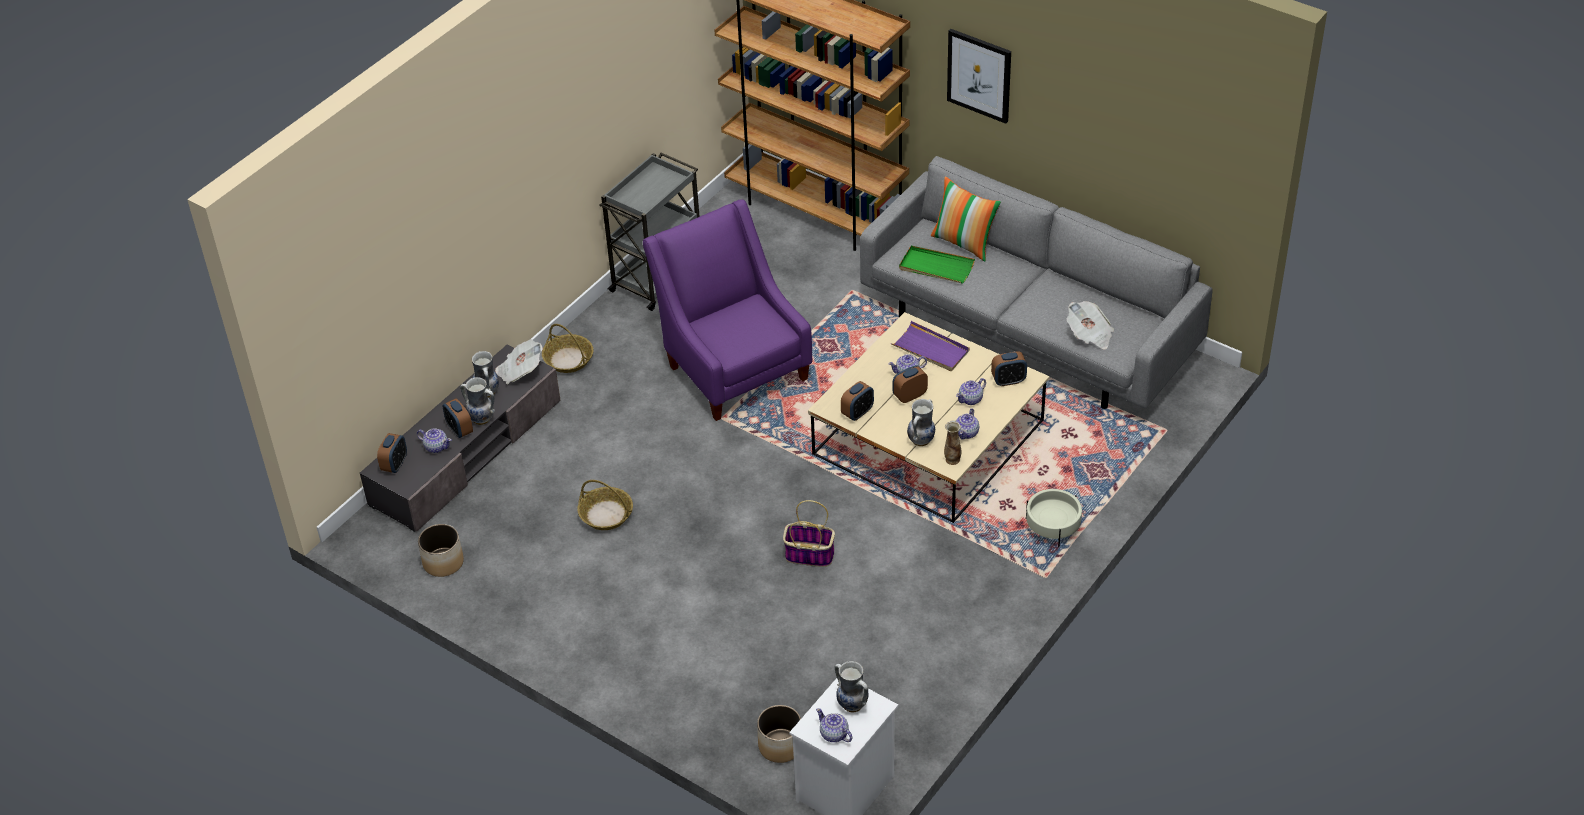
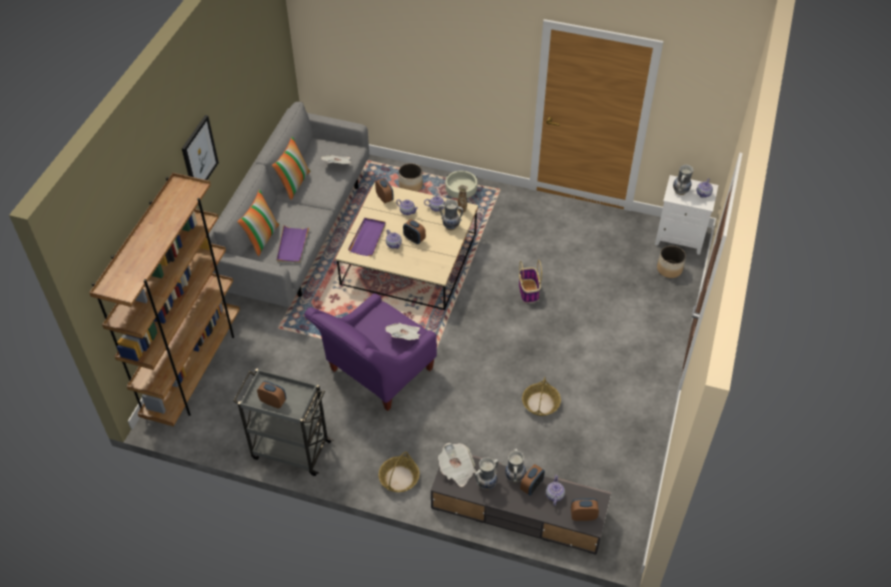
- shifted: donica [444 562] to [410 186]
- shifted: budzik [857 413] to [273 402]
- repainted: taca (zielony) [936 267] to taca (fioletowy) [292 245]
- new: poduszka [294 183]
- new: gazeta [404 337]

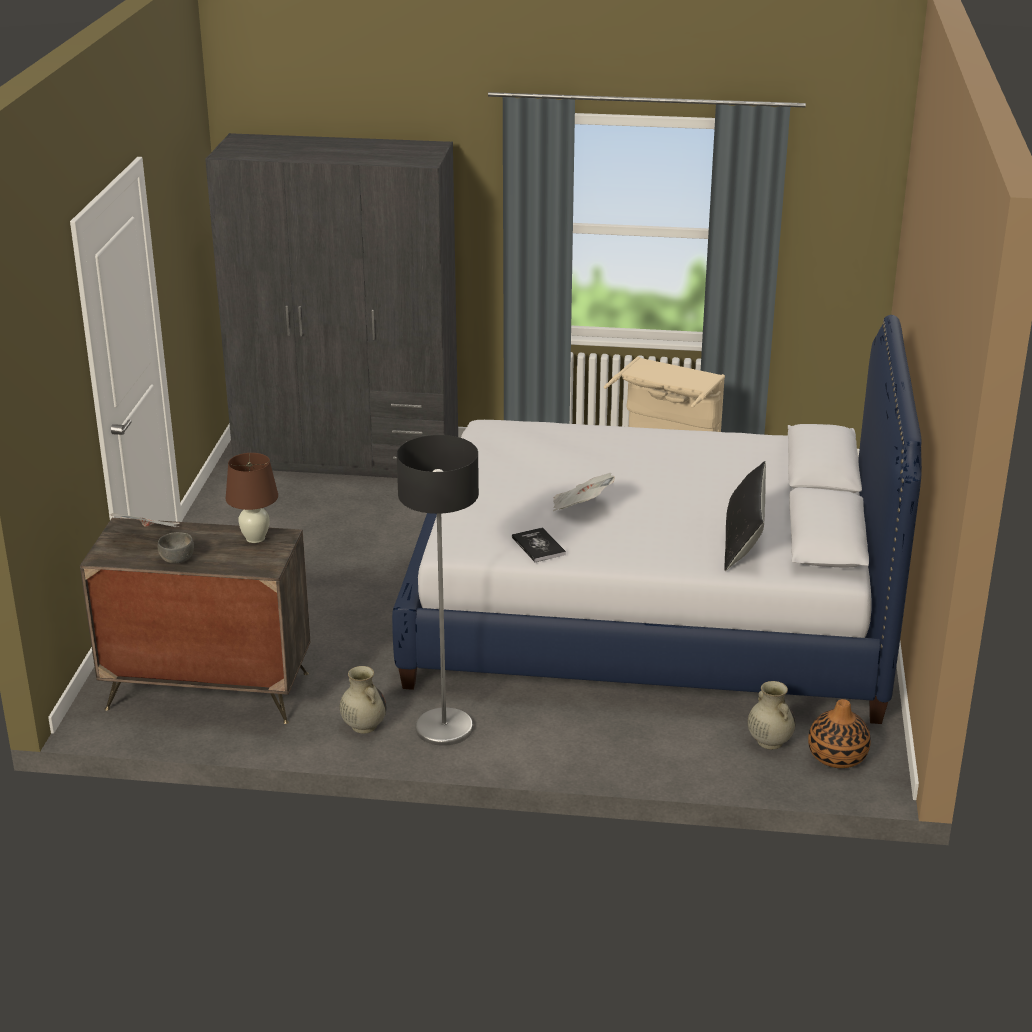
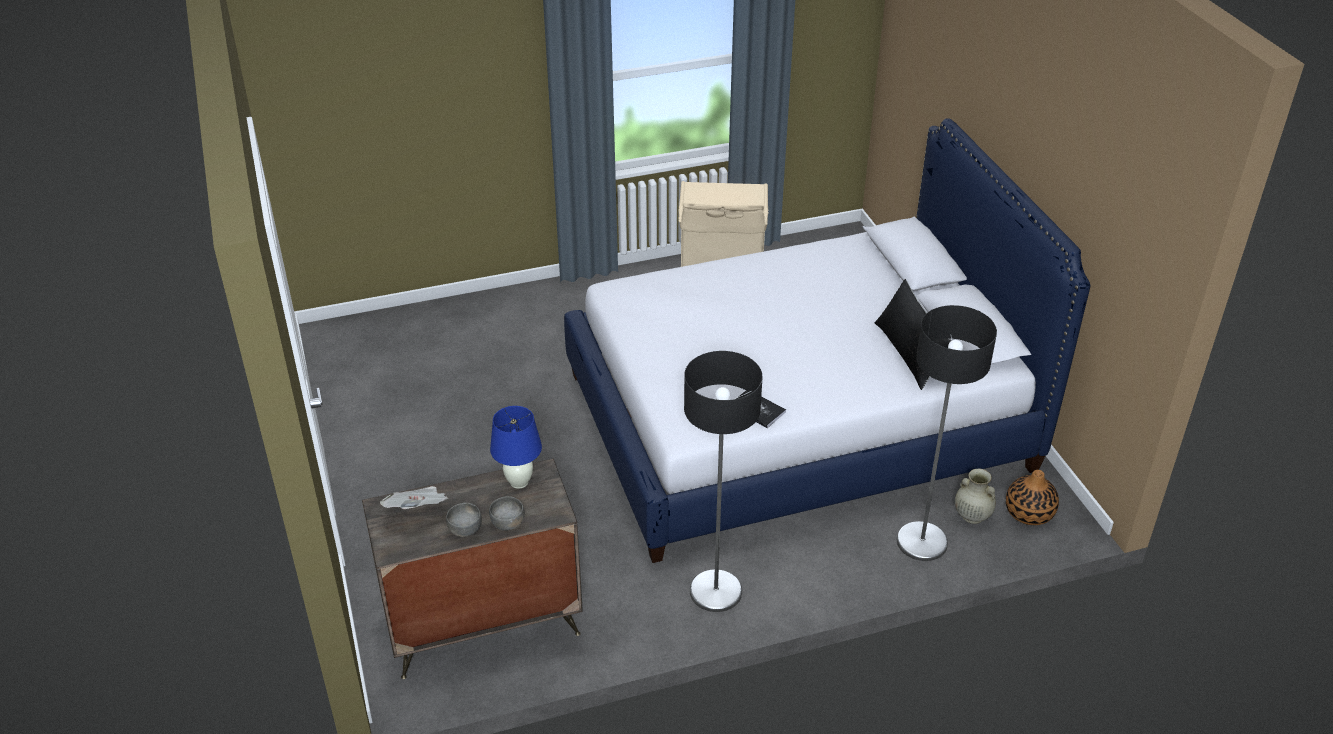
- gone: szafa (szary) [348 457]
- repainted: lampa stołowa (brązowy) [255 538] to lampa stołowa (niebieski) [519 482]
- gone: wazon (beżowy) [363 725]
- gone: gazeta [581 507]
- new: miska (szary) [508 523]
- new: lampa stojąca [922 542]

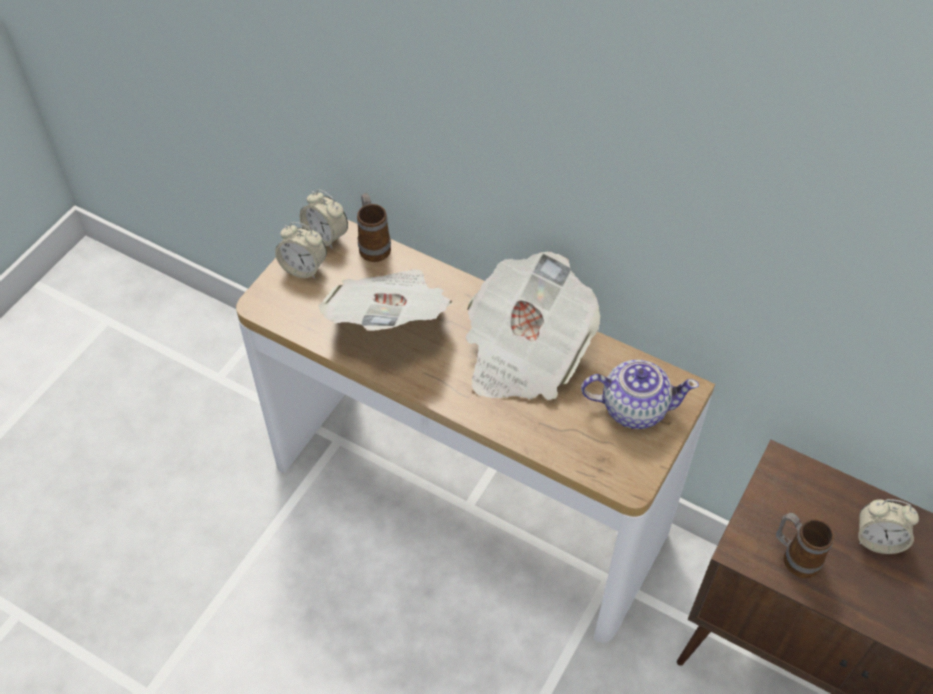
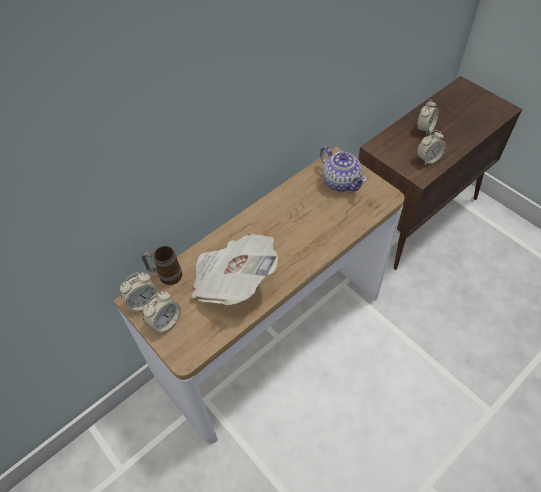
- gone: gazeta [524 352]
- rotated: imbryk [633 407] = [341 181] 120 degrees clockwise
- swapped: kubek [794 556] to budzik [428 159]

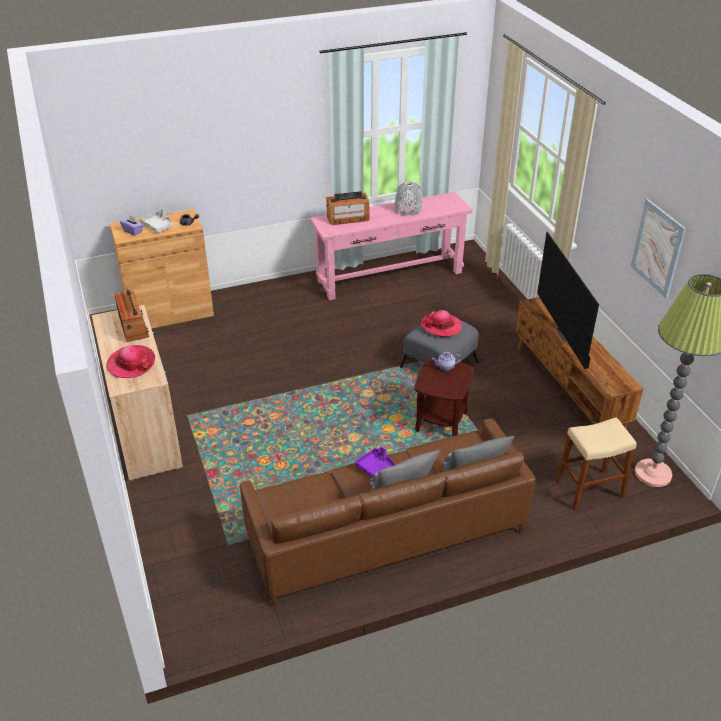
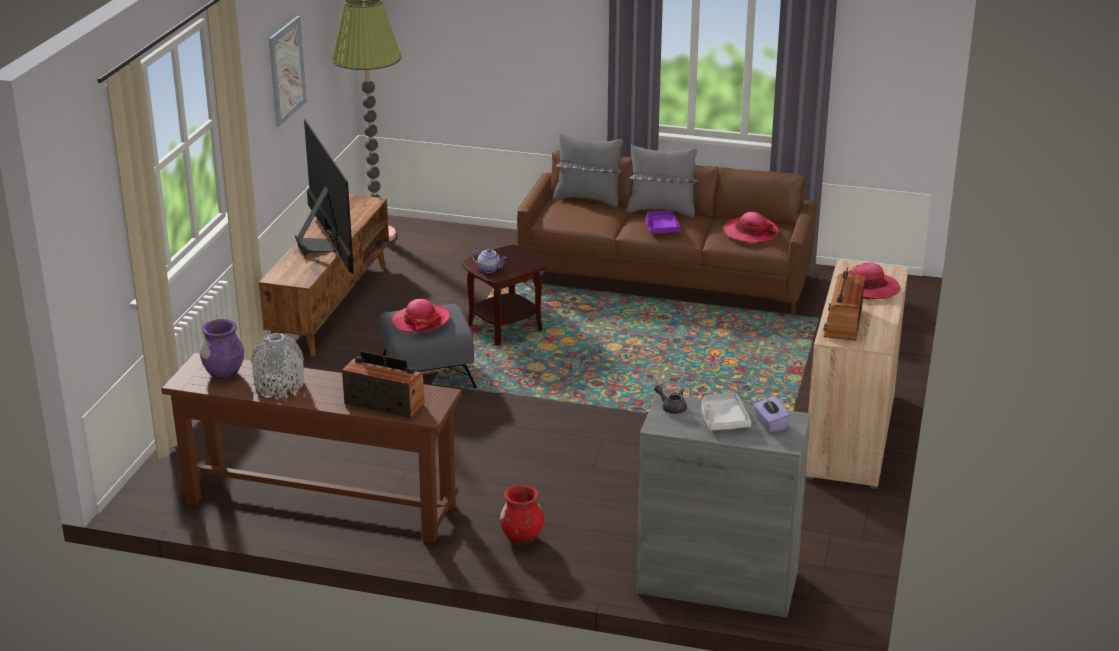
- repainted: szafka (brązowy) [170 313] to szafka (szary) [717 582]
- repainted: stolik konsolowy (różowy) [390 277] to stolik konsolowy (brązowy) [320 503]
- rotated: telewizor [566 333] = [321 246] 45 degrees counterclockwise
- gone: stołek (beżowy) [589 489]
- new: wazon (fioletowy) [224 373]
- new: wazon (czerwony) [522 538]
- new: kapelusz [750 232]

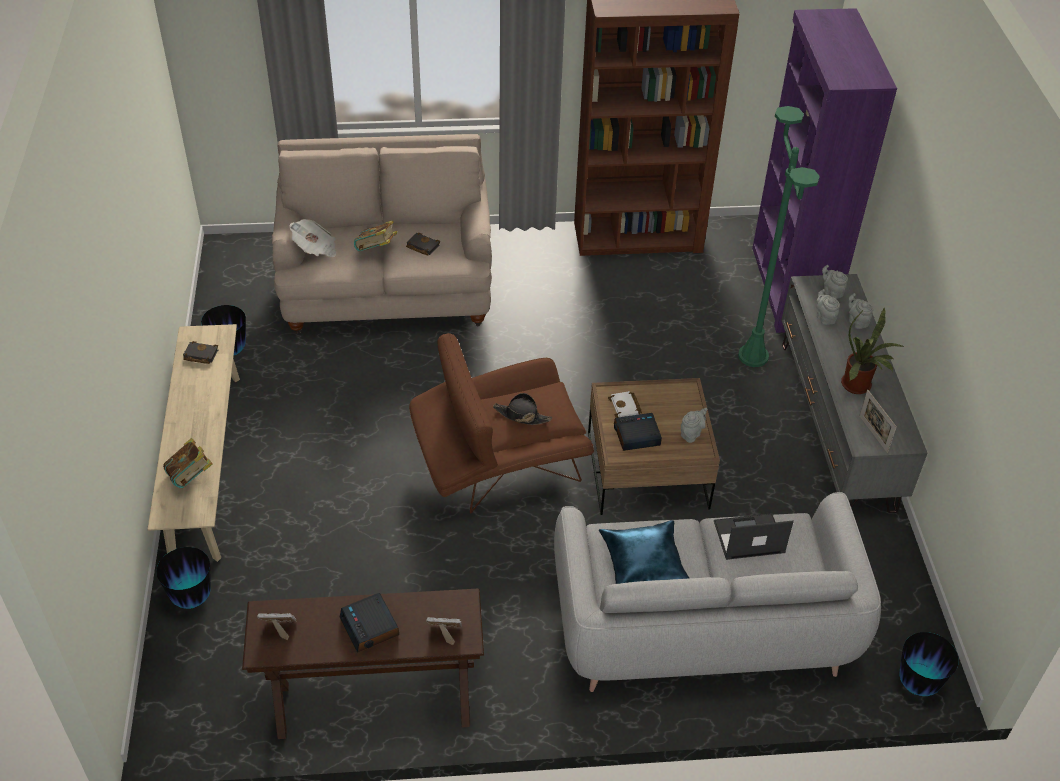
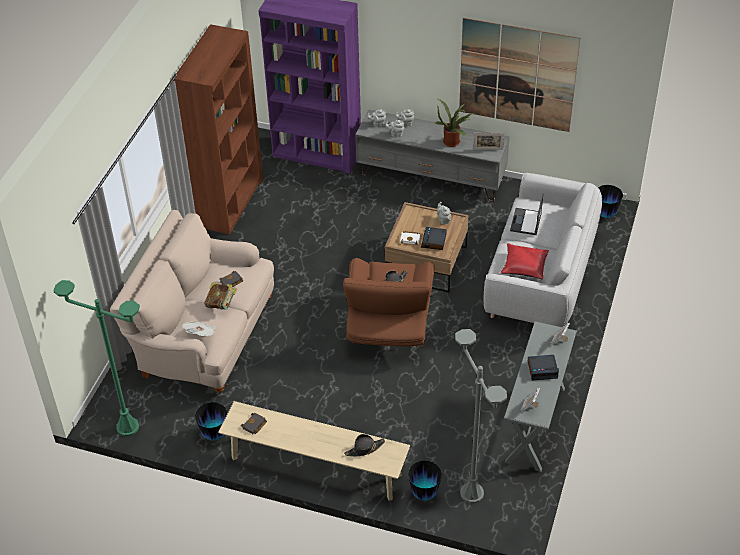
- swapped: książka [191 477] to kapelusz (czarny) [364 449]
- repainted: stolik konsolowy (brązowy) [373 704] to stolik konsolowy (szary) [535 424]
- repainted: poduszka (niebieski) [643 562] to poduszka (czerwony) [524 266]
- shifted: lampa stojąca (zielony) [753 356] to [128 427]
- new: lampa stojąca (szary) [471 493]
- new: obraz [517 75]

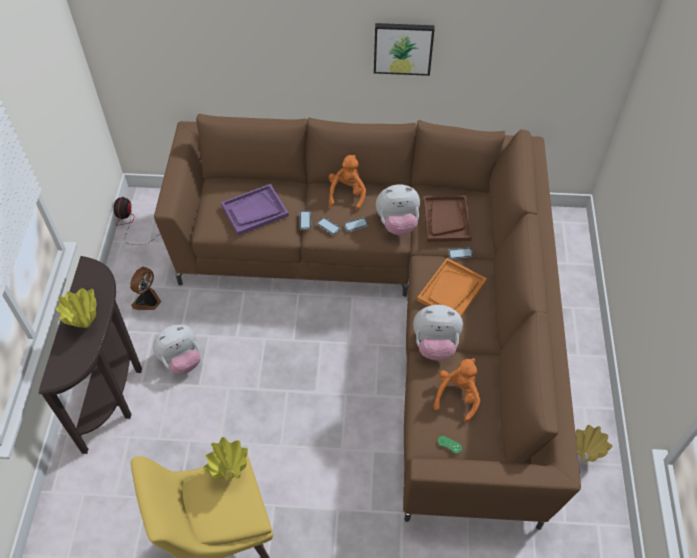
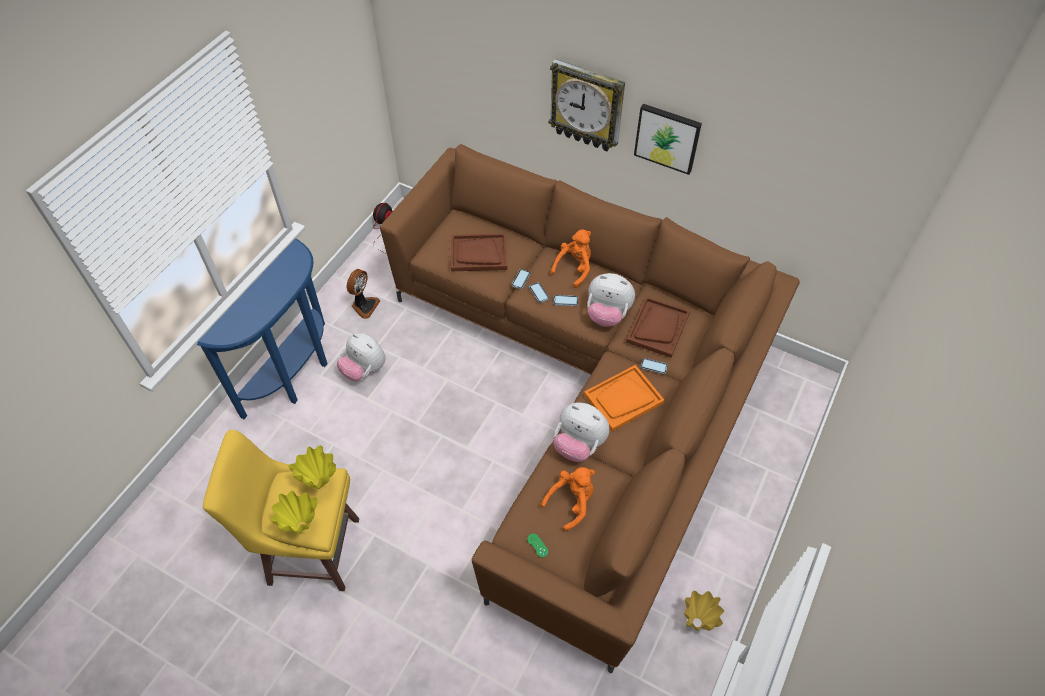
- repainted: stolik konsolowy (brązowy) [116 390] to stolik konsolowy (niebieski) [296 374]
- shifted: wazon (żółty) [85 324] to [301 526]
- rotated: wentylator [148 301] = [364 306] 150 degrees clockwise
- rotated: pluszak [181 360] = [364 370] 45 degrees clockwise
- repainted: taca (fioletowy) [254 211] to taca (brązowy) [478 254]
- new: zegar ścienny [587 106]

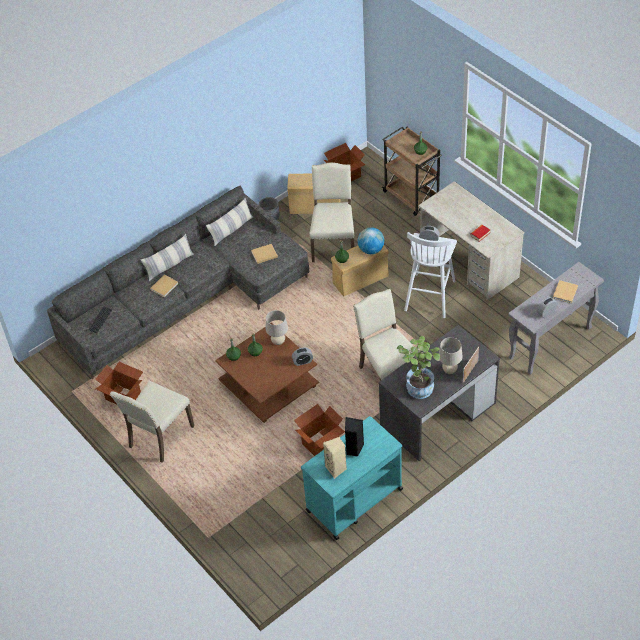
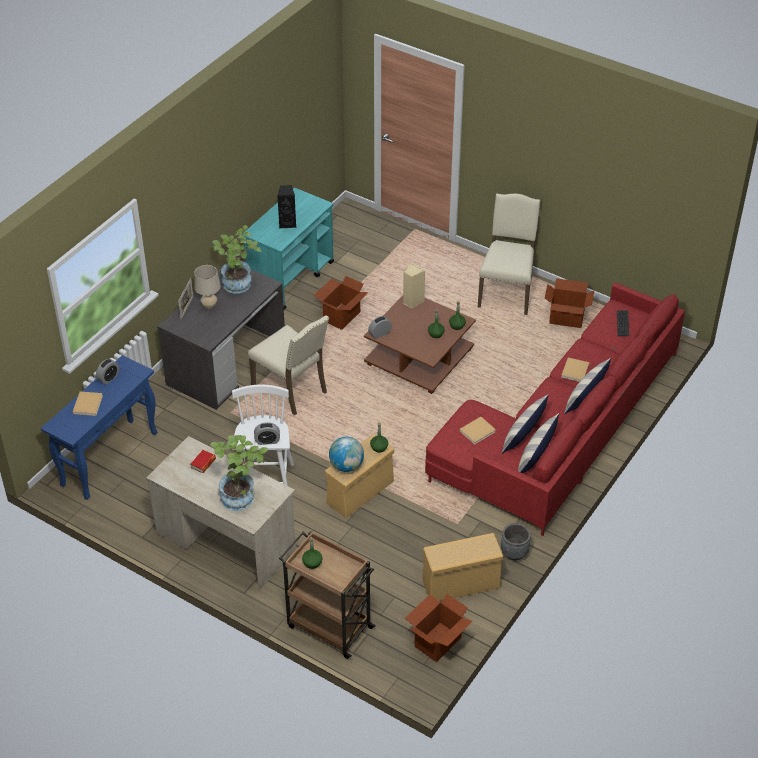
- repainted: kanapa (szary) [188 297] to kanapa (czerwony) [562 430]
- gone: lampa stołowa (beżowy) [278 342]
- gone: krzesło (beżowy) [334 244]
- shifted: głośnik (beżowy) [336 469] to [412 301]
- repainted: stolik konsolowy (szary) [550 343] to stolik konsolowy (niebieski) [110 458]
- new: roślina doniczkowa [242 496]
- new: poduszka [523 434]

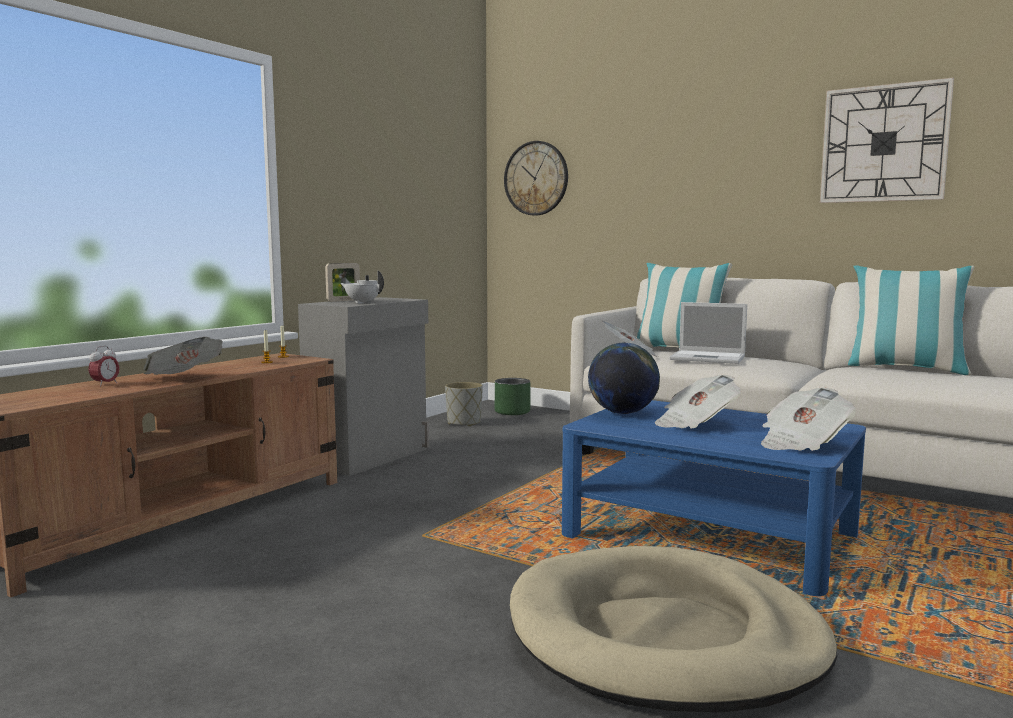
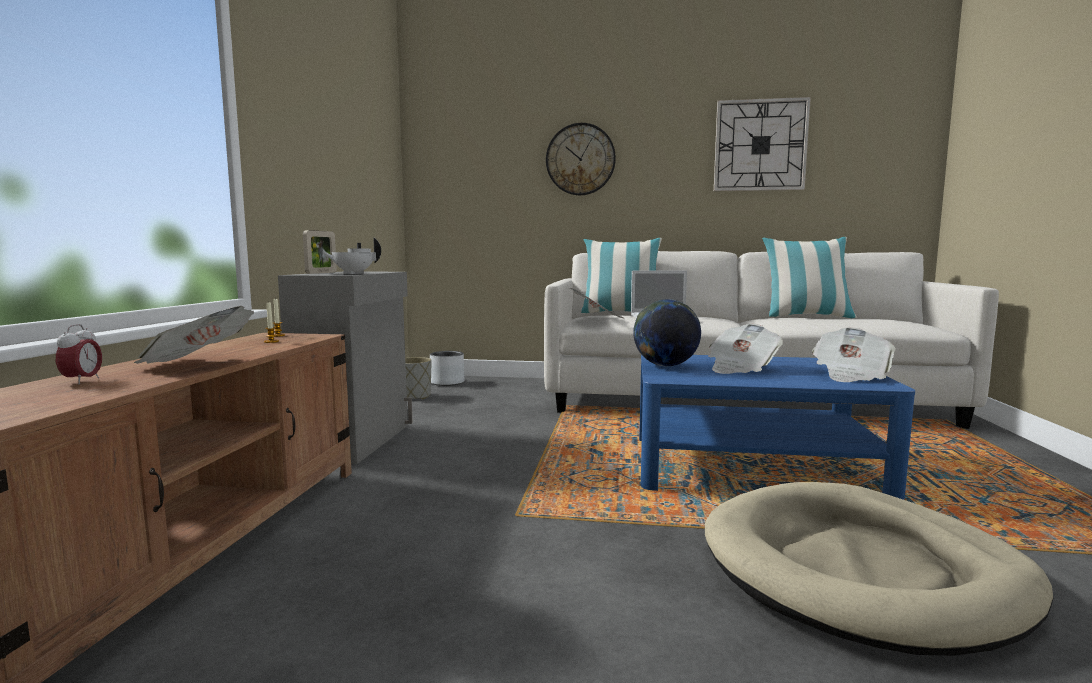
- repainted: donica (zielony) [512 412] to donica (szary) [447 382]
- shifted: zegar ścienny [536 178] to [580 159]

